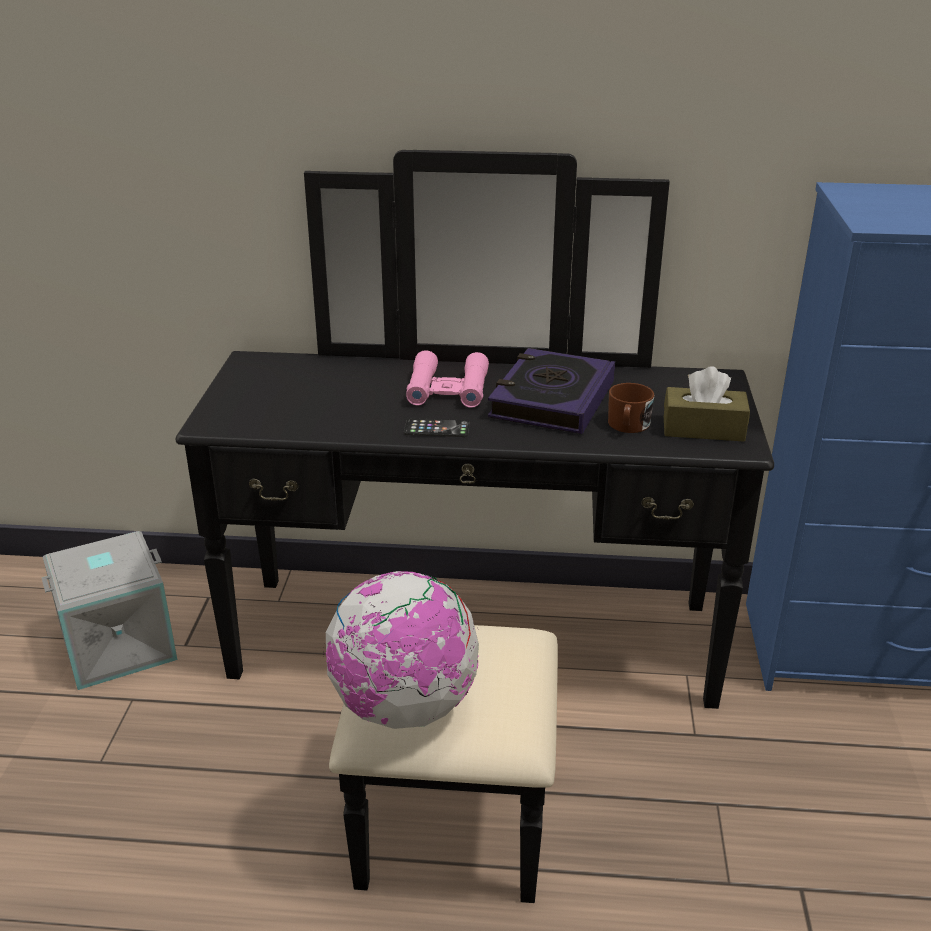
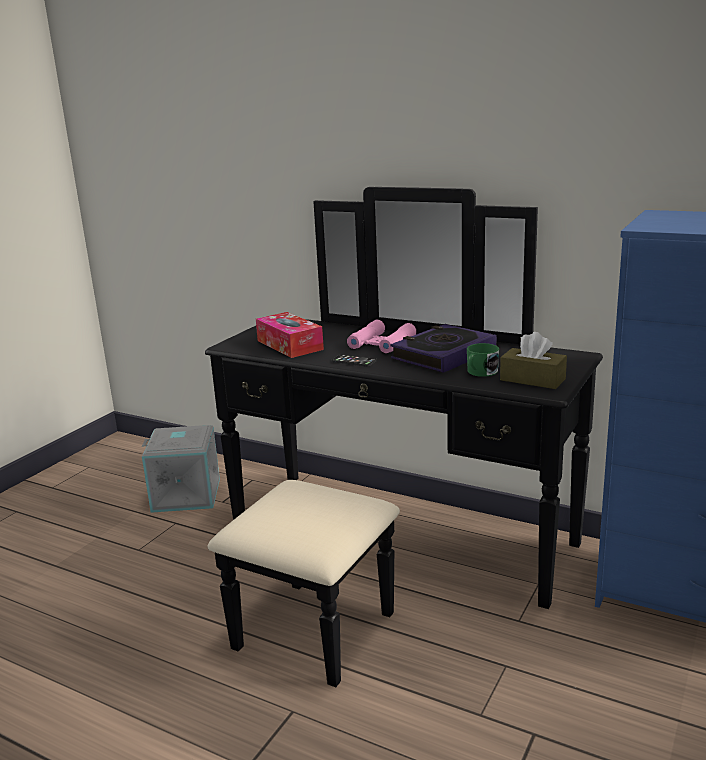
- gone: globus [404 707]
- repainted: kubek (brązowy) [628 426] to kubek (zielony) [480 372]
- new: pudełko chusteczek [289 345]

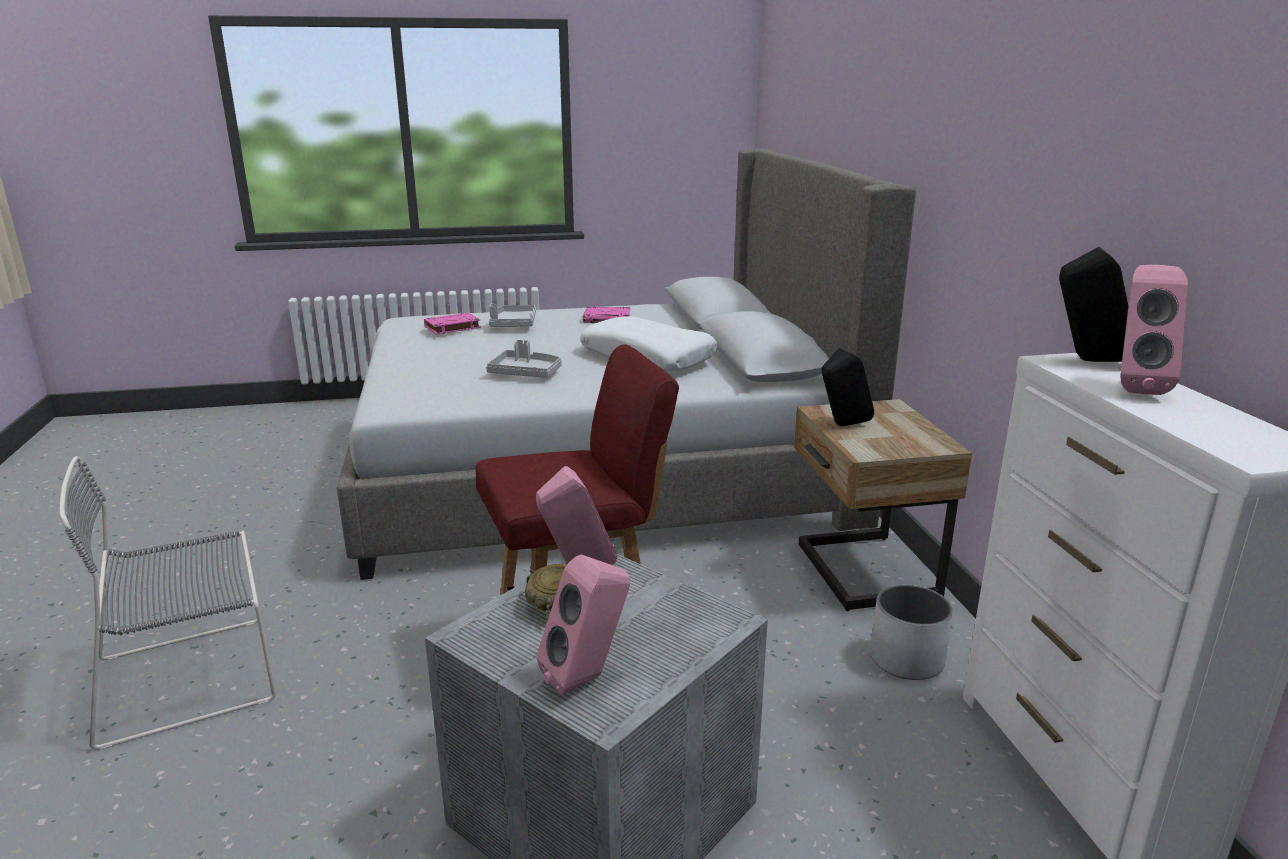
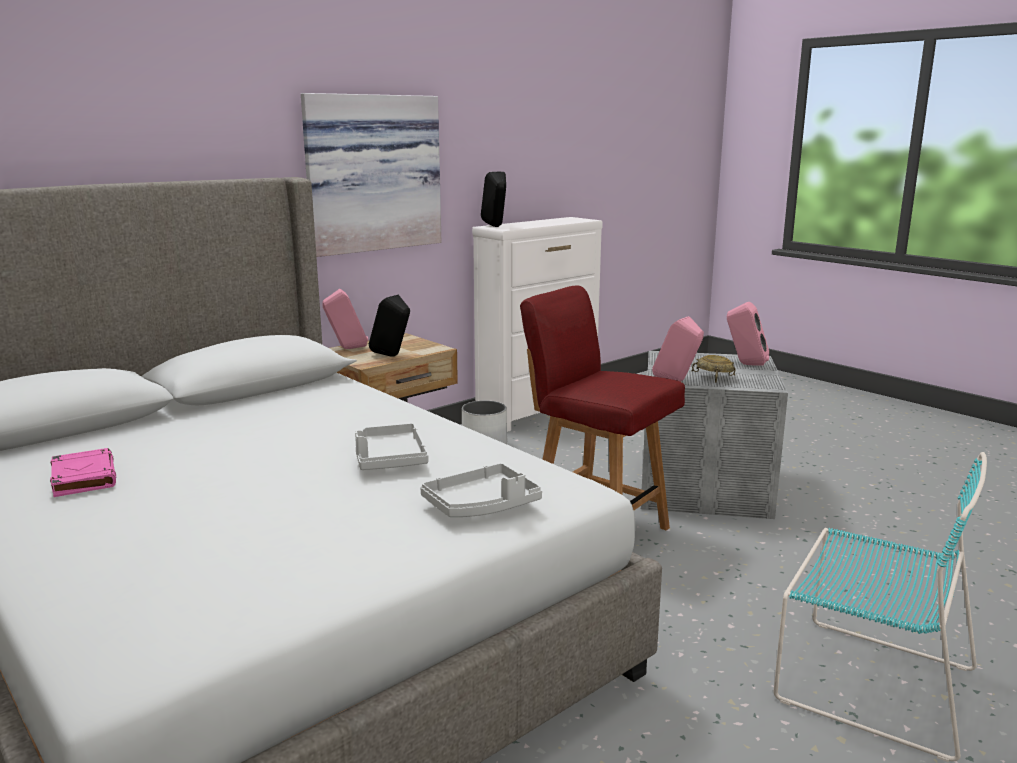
- repainted: krzesło (szary) [194 677] to krzesło (turkusowy) [868 682]
- gone: książka (różowy) [452 327]
- shifted: taca (szary) [513 324] to [482 506]
- gone: poduszka (biały) [648 358]
- shifted: głośnik (różowy) [1133 387] to [347 348]
- new: obraz [371 173]

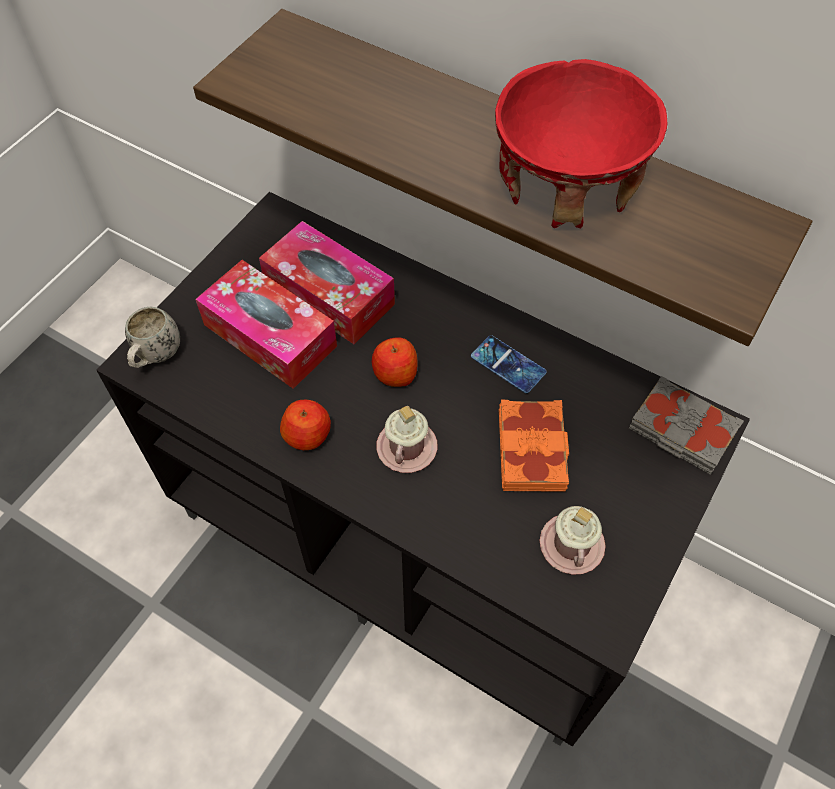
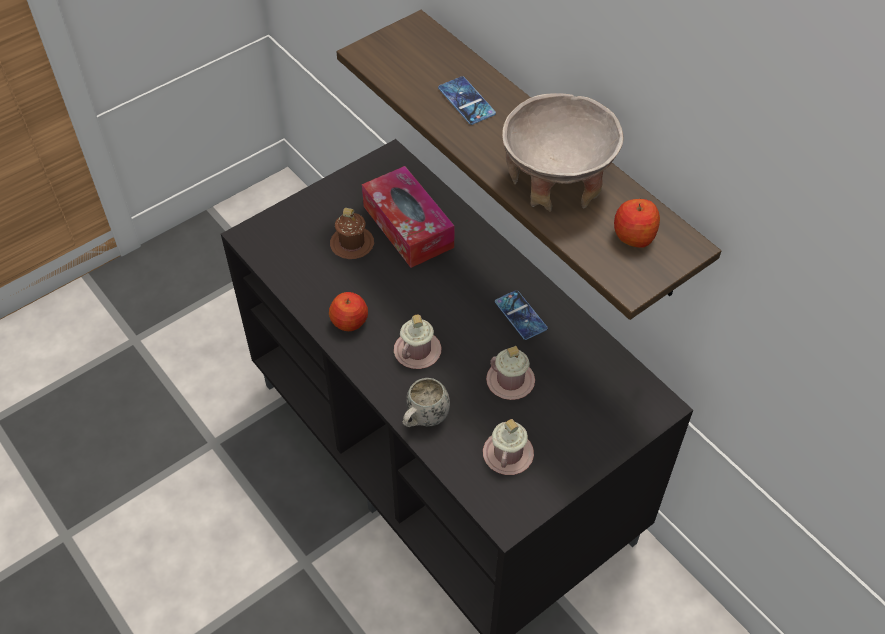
- shifted: kubek (biały) [155 356] to [424 419]
- swapped: pudełko chusteczek [270 335] to kubek (brązowy) [352 244]
- shifted: jabłko [395 373] to [634 235]
- repainted: miska (czerwony) [566 186] to miska (beżowy) [556 182]
- swapped: książka (pomarańczowy) [532 450] to kubek (różowy) [510 381]
- gone: książka (szary) [681 431]
- new: telefon [466 101]

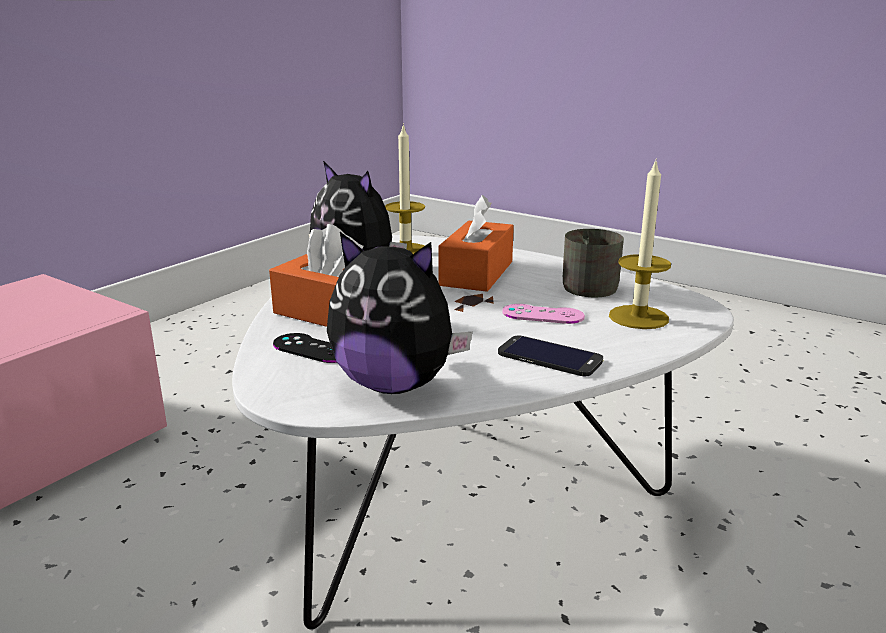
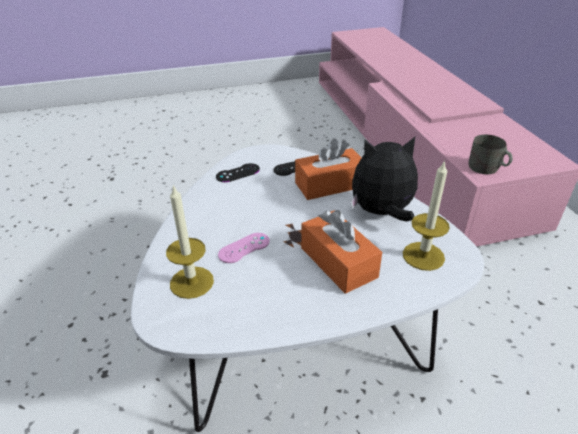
- swapped: pluszak [395 384] to pad do gier (czarny) [238 173]
- gone: telefon [549 357]
- shifted: kubek (szary) [589 285] to [487 168]

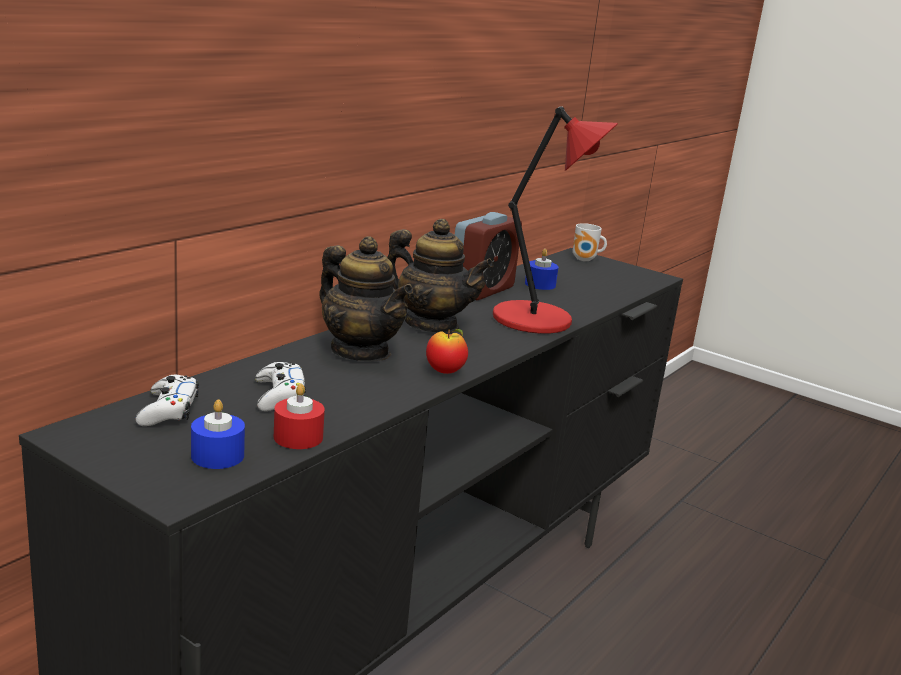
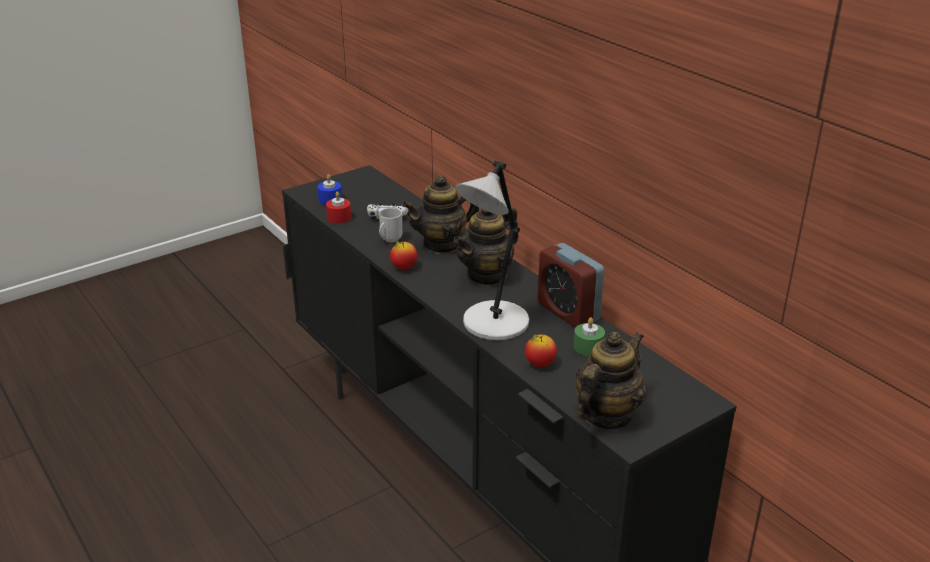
- gone: pad do gier (biały) [168 410]
- repainted: lampa stołowa (czerwony) [537 320] to lampa stołowa (szary) [493 324]
- repainted: świeca (niebieski) [540 284] to świeca (zielony) [588 347]
- shifted: kubek [585 260] to [389 240]
- new: jabłko [540 364]
- new: imbryk [606 415]

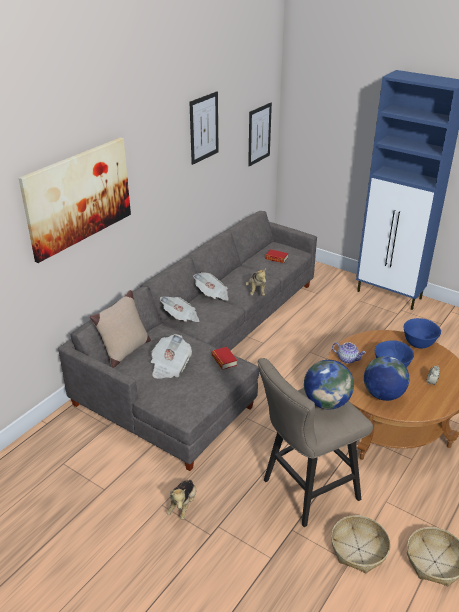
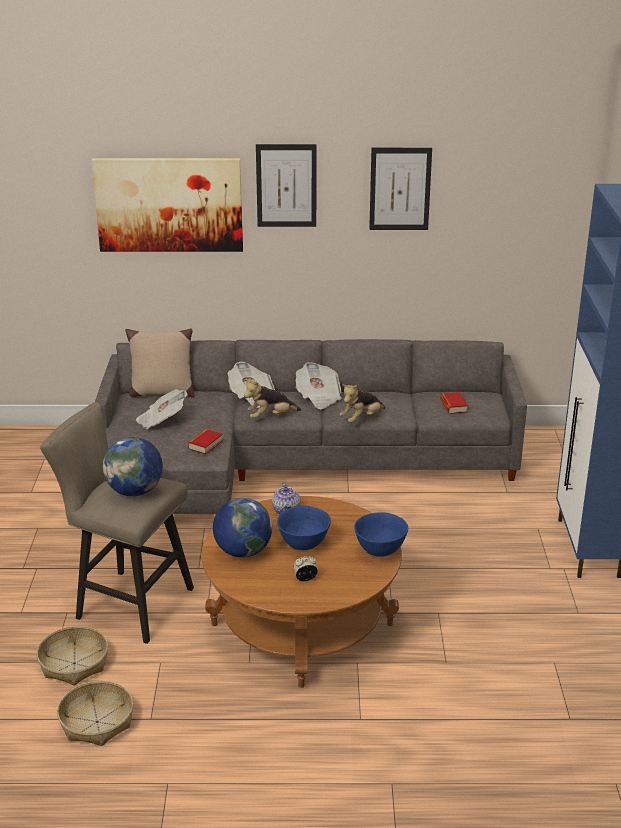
- shifted: pluszak [183 505] to [270 416]
- shifted: obraz [259 134] to [286 185]

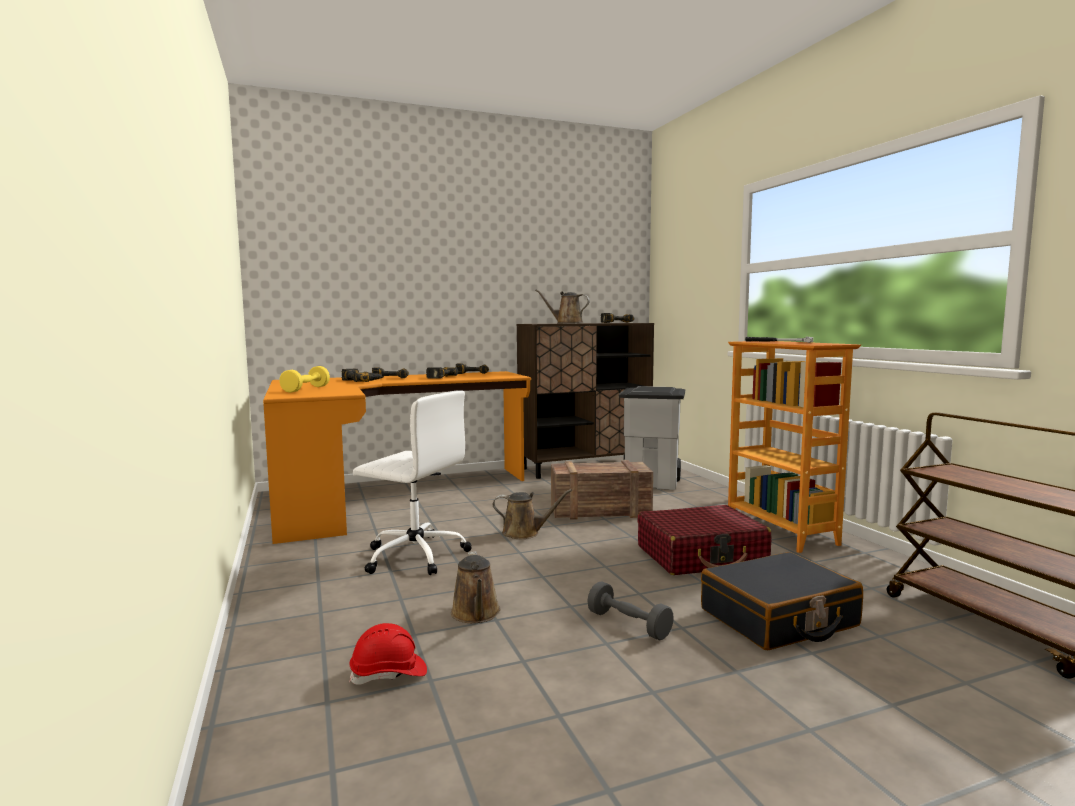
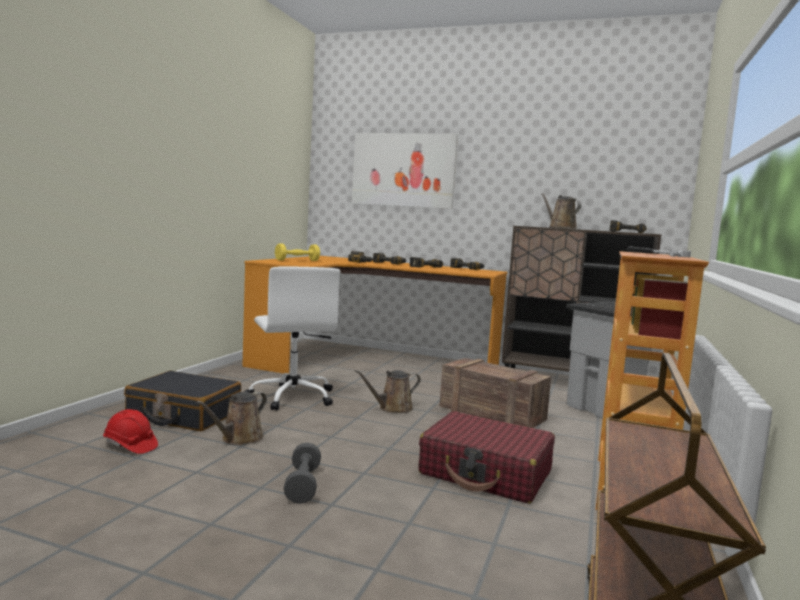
- rotated: konewka (brązowy) [524 533] = [392 408] 105 degrees clockwise
- shifted: walizka (czarny) [779 618] to [184 414]
- new: obraz [403 170]

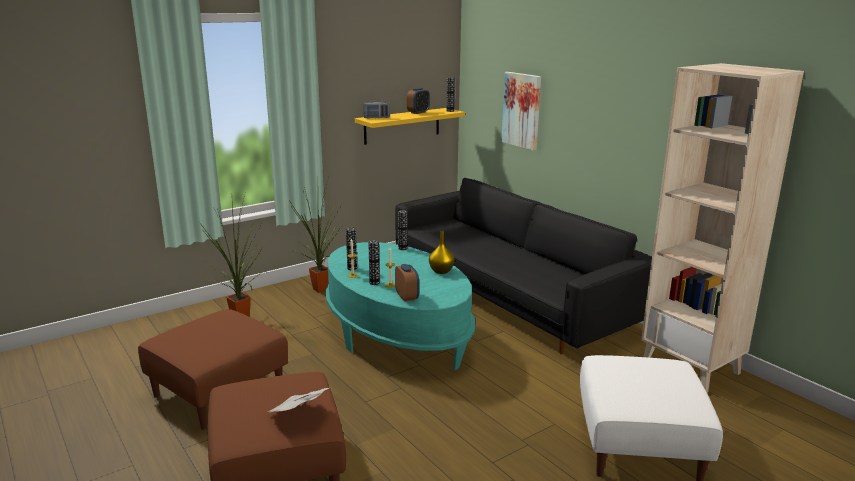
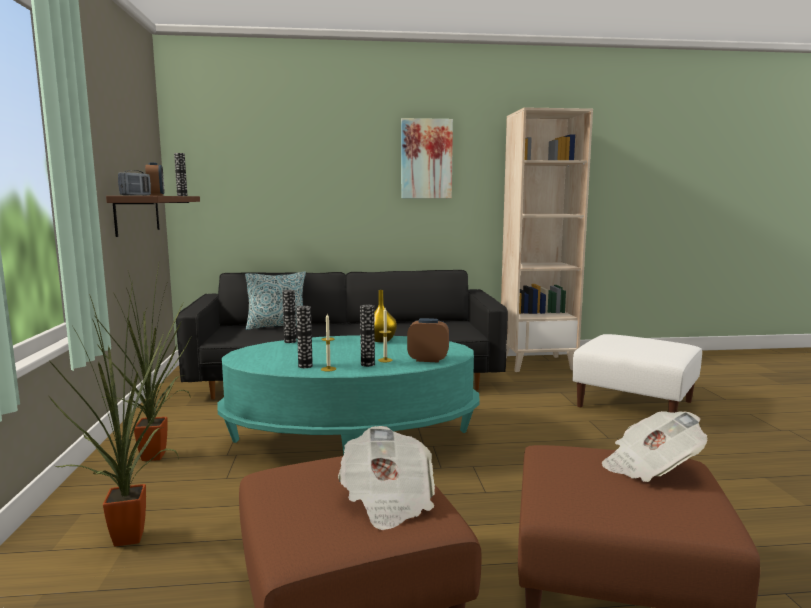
- repainted: półka (żółty) [402 126] to półka (brązowy) [137 214]
- shifted: obraz [522 110] to [426 159]
- new: poduszka [277 327]
- new: gazeta [387 501]

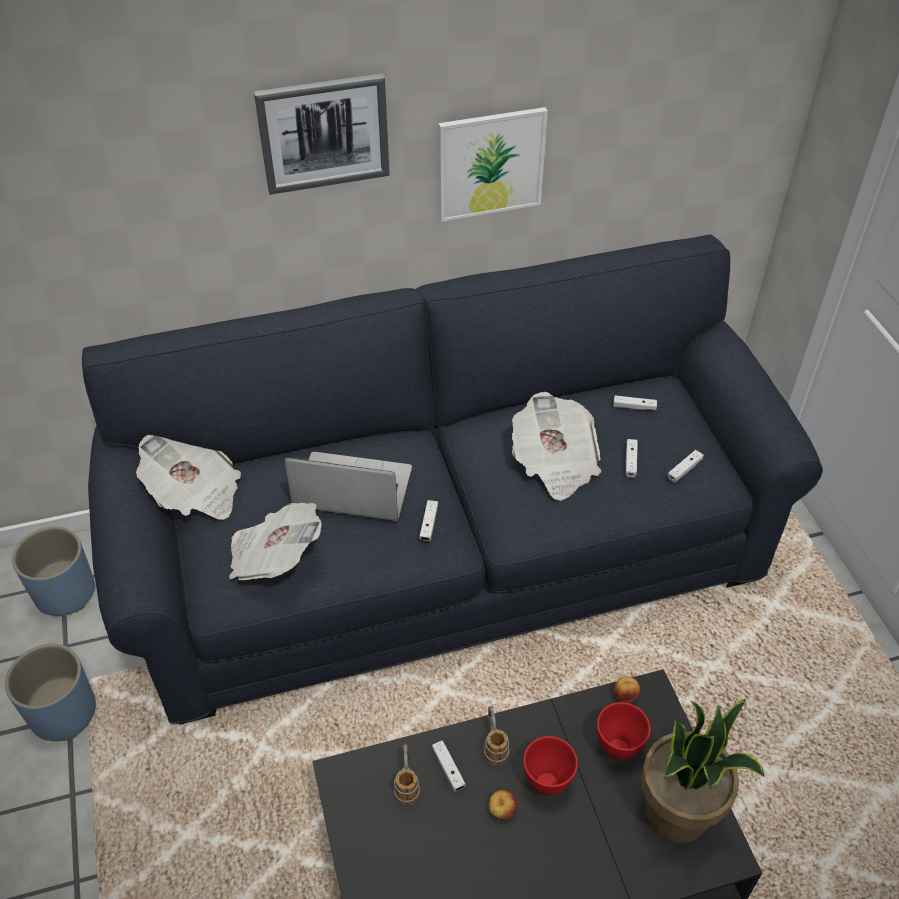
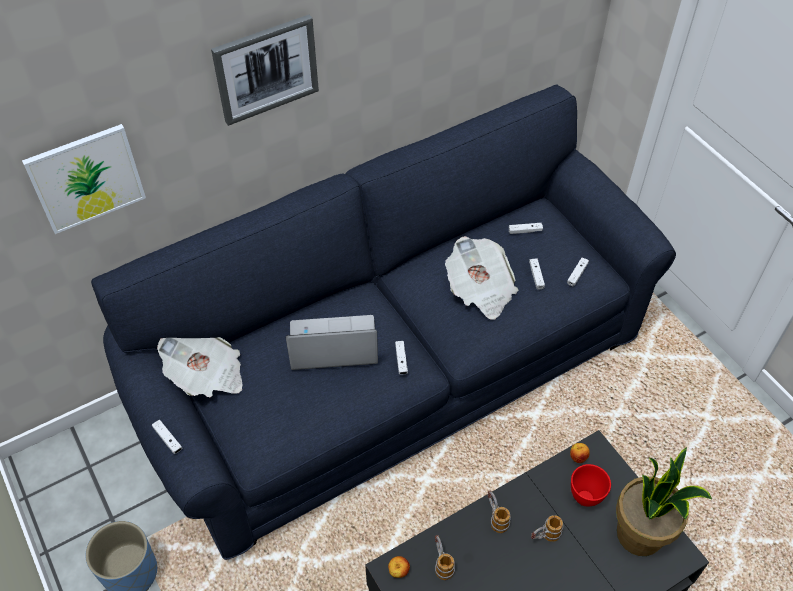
- gone: donica (niebieski) [65 592]
- gone: gazeta [275 557]
- shifted: pad do gier (biały) [448 769] to [168 439]
- shifted: obraz [490 164] to [86 178]
- shifted: jabłko [502 811] to [398 571]
- swapped: miska (czerwony) [548 784] to kubek [544 537]

